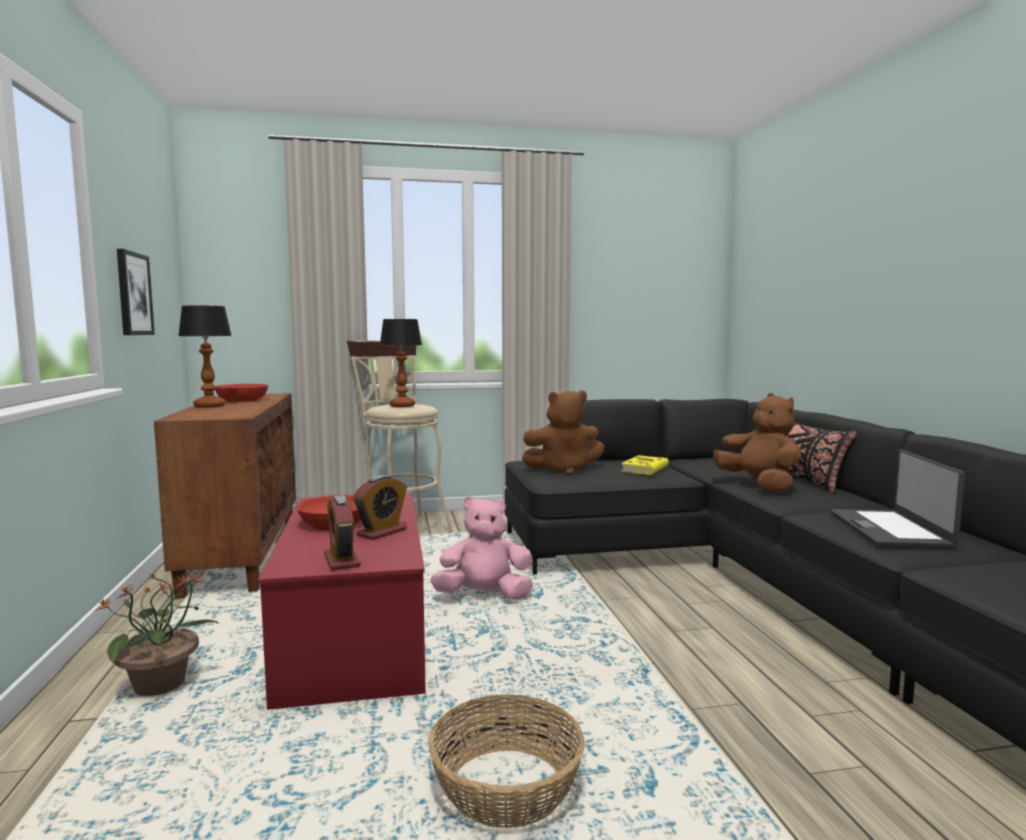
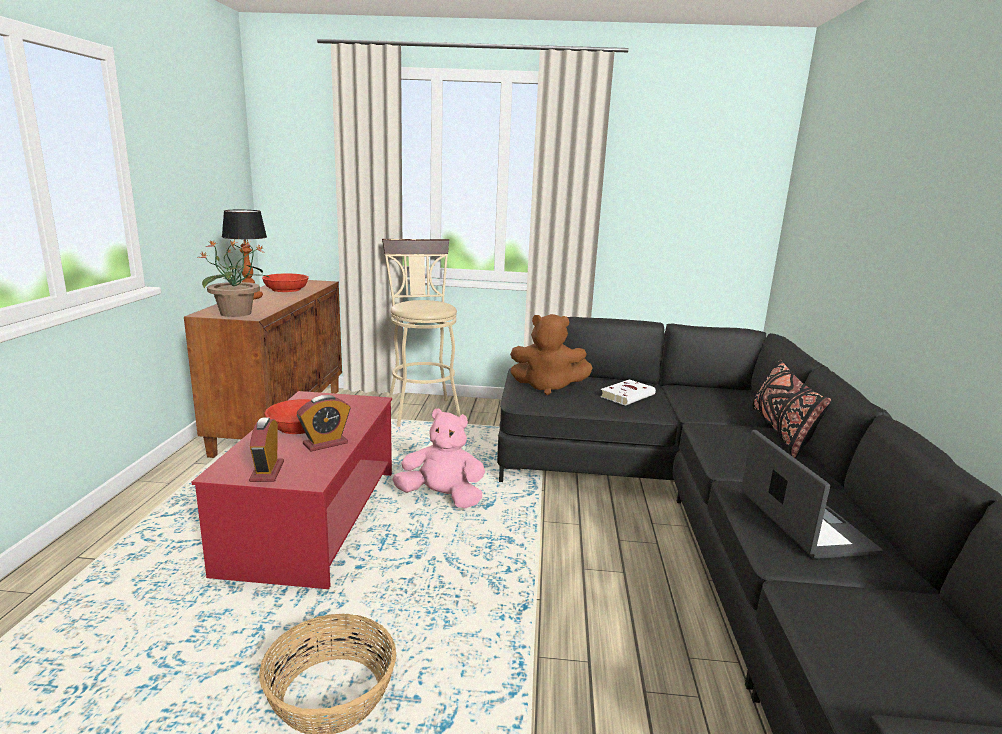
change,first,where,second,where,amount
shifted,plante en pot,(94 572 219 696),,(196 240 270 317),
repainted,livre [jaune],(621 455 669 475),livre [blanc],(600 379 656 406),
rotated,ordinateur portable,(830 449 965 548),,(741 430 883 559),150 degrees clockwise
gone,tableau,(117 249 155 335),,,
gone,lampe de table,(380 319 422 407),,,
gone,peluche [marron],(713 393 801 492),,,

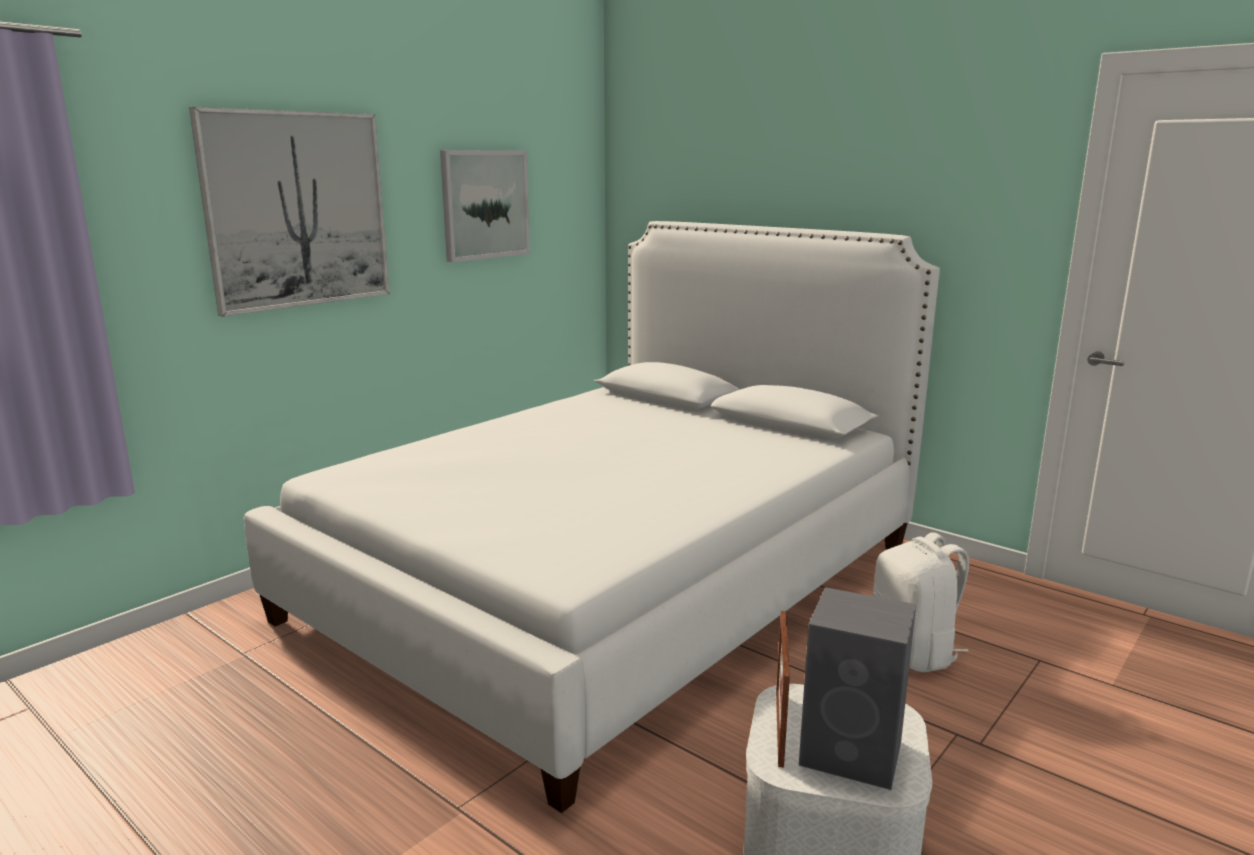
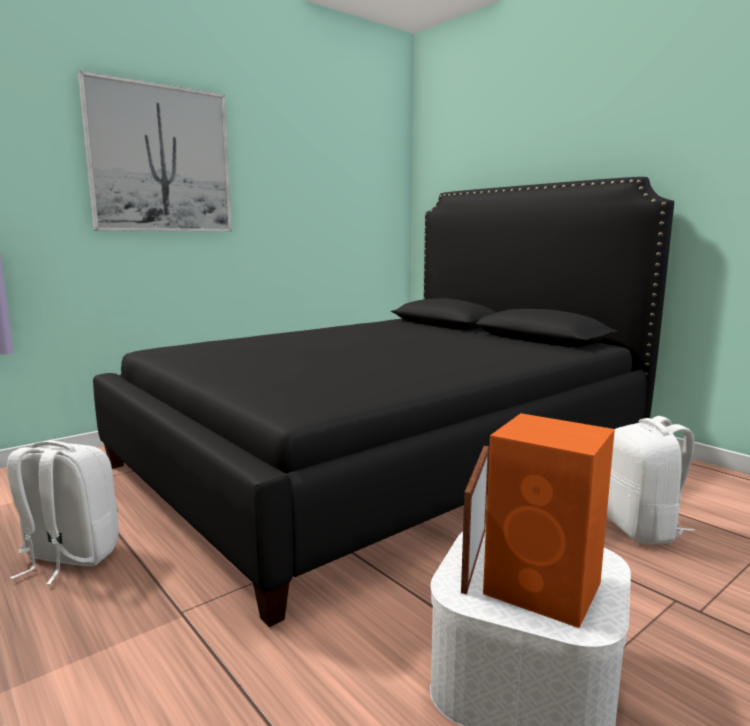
change,first,where,second,where,amount
new,,,sac à dos [blanc],(7 441 119 585),
repainted,lit [blanc],(244 221 940 813),lit [noir],(93 177 674 627),
repainted,enceinte [gris],(799 587 916 790),enceinte [orange],(483 413 615 628),
gone,tableau,(440 150 530 262),,,

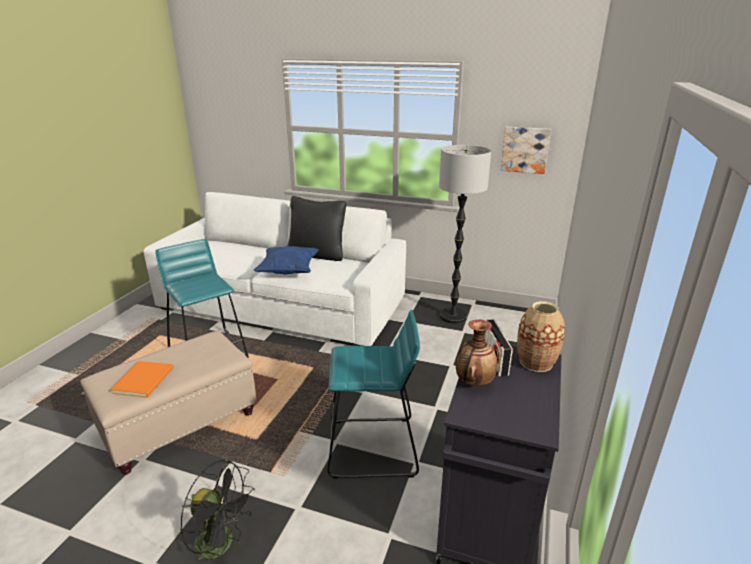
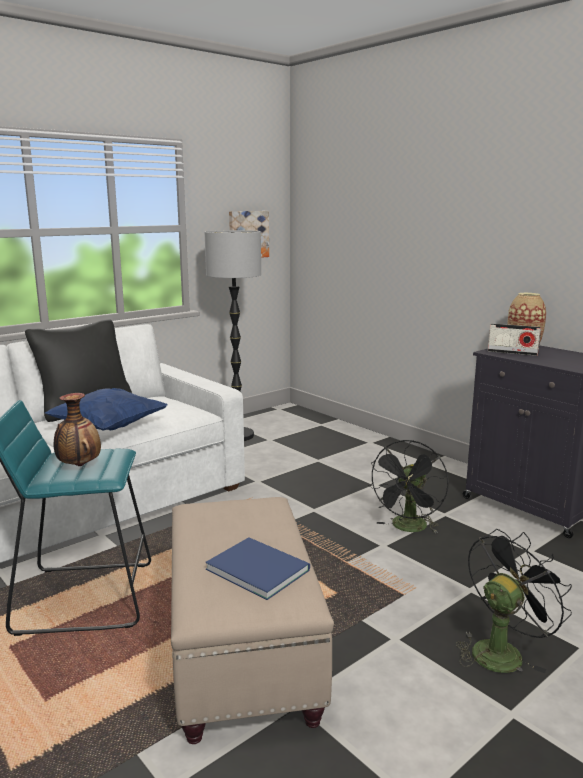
change,first,where,second,where,amount
shifted,vase,(456 320 497 385),,(54 393 101 466),
repainted,livre [orange],(110 361 174 398),livre [bleu],(205 537 310 600),
swapped,tabouret [turquoise],(327 310 420 479),ventilateur [noir],(368 440 449 533),

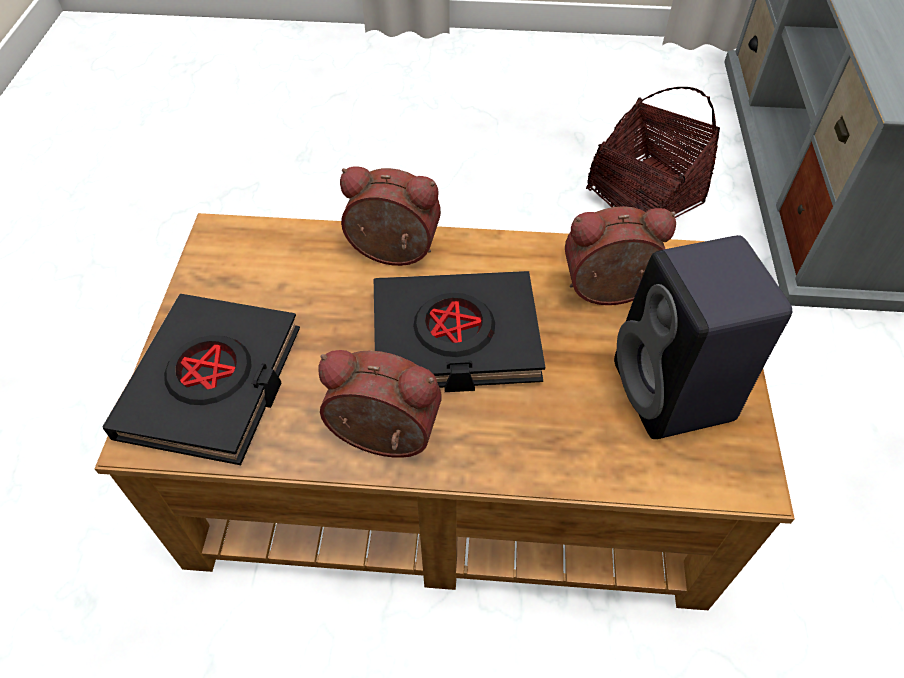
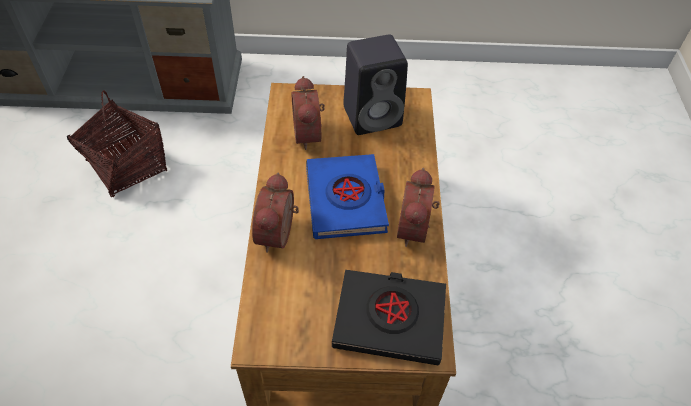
change,first,where,second,where,amount
repainted,livre [noir],(374 271 545 392),livre [bleu],(306 154 389 239),

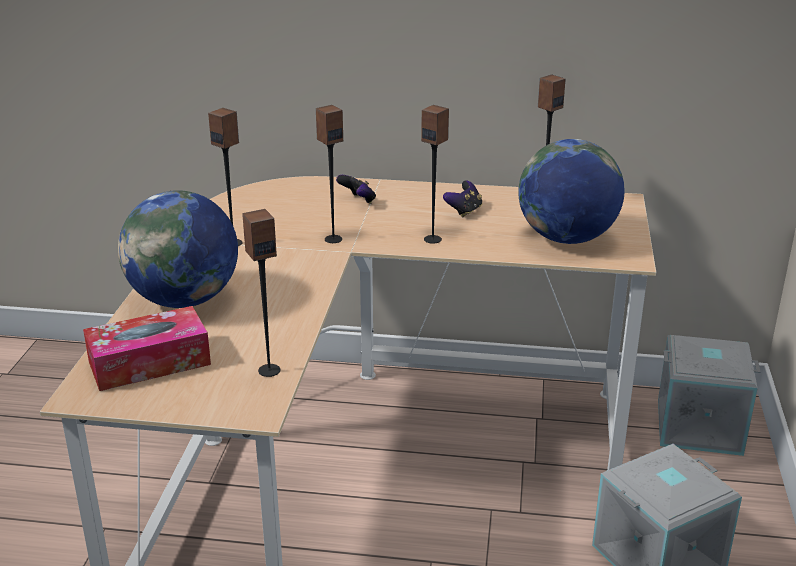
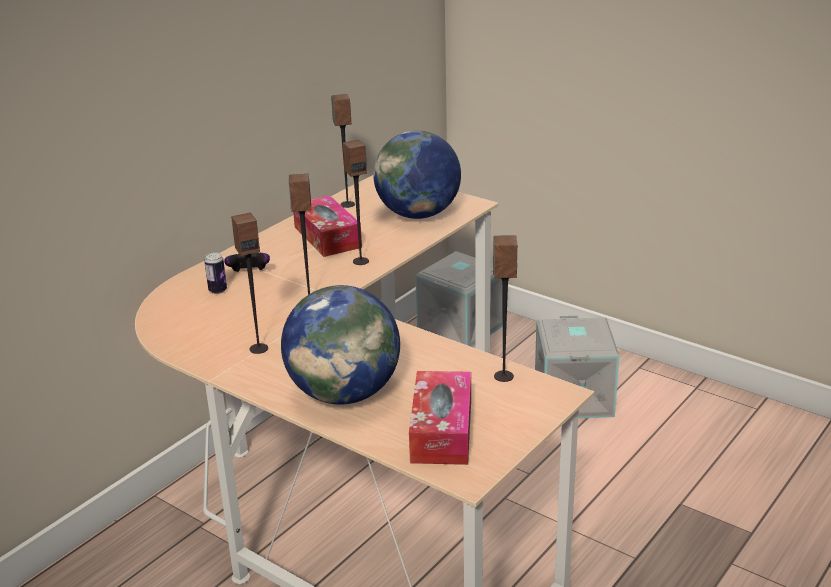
change,first,where,second,where,amount
new,,,boîte métallique,(204 252 227 294),
swapped,manette,(443 180 482 217),boîte à mouchoirs,(293 195 362 257),

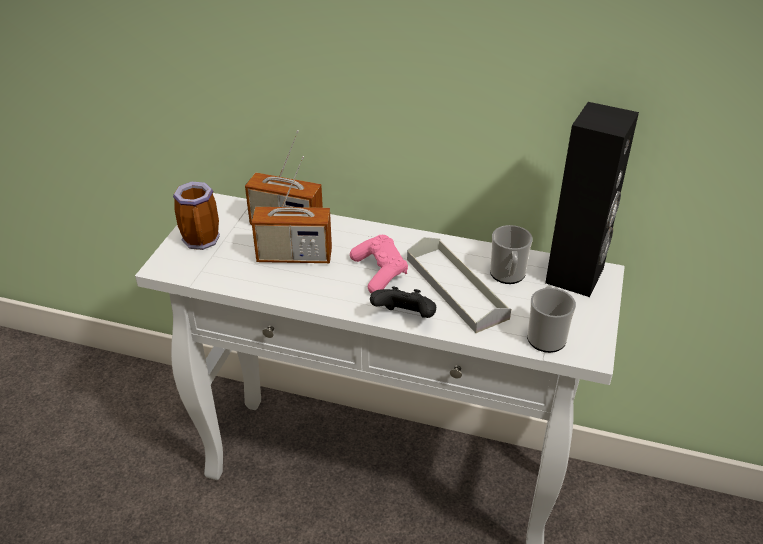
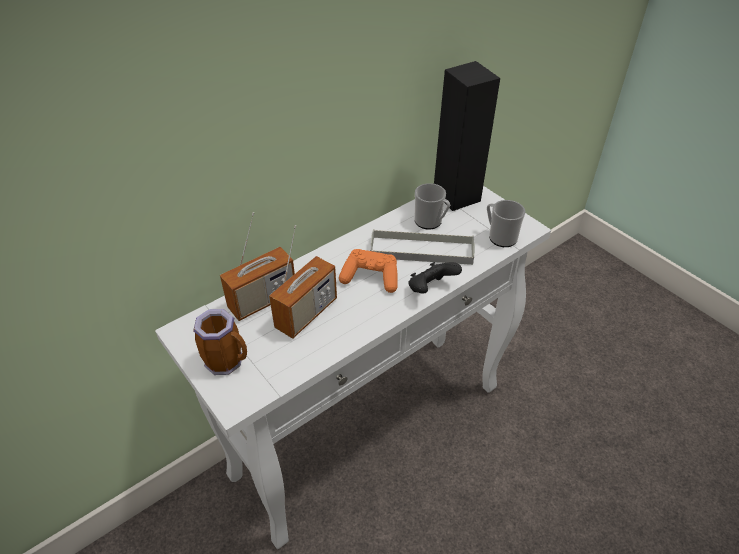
change,first,where,second,where,amount
repainted,manette [rose],(350 235 408 294),manette [orange],(339 249 398 293),

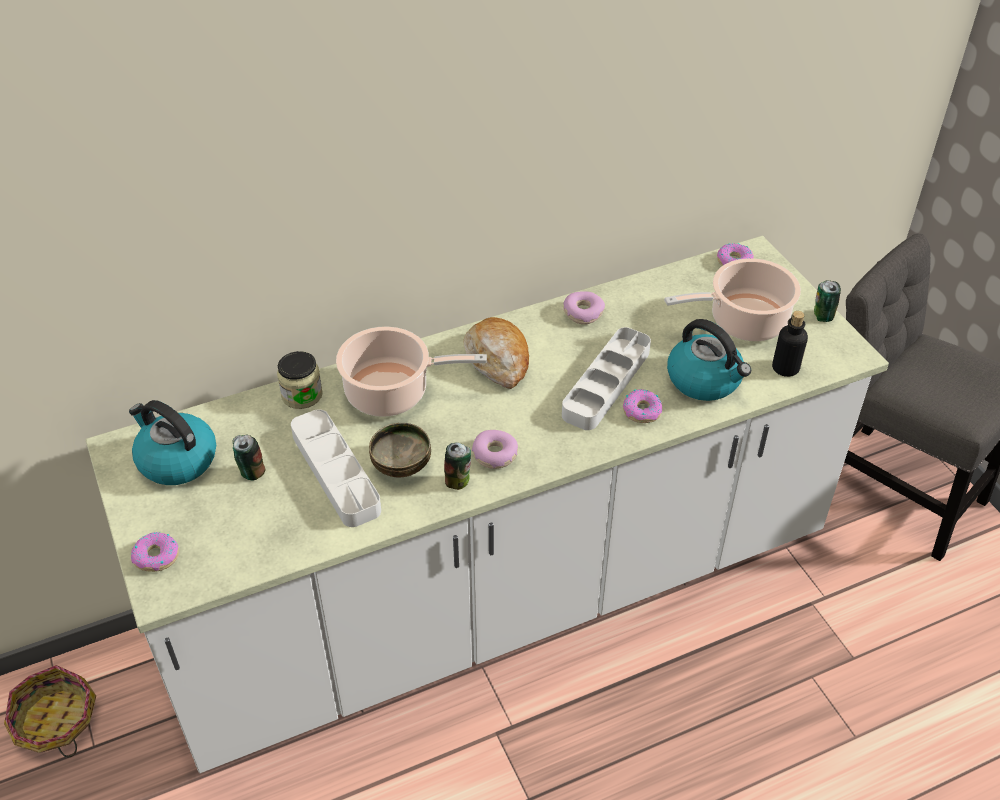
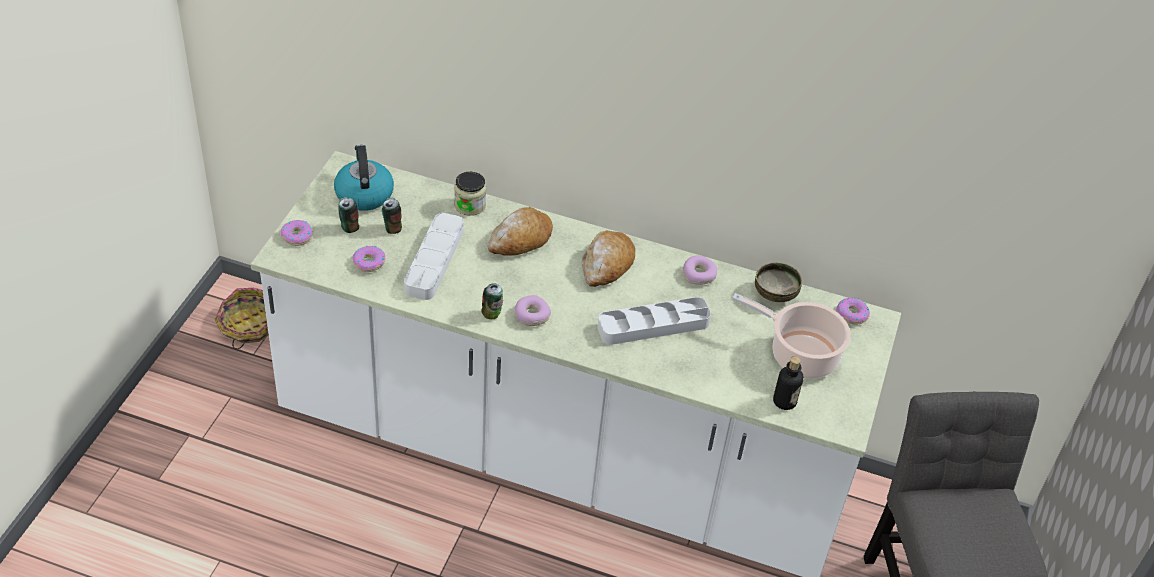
change,first,where,second,where,amount
shifted,boîte métallique,(814 280 841 322),,(338 197 359 233),
shifted,beignet,(623 389 662 423),,(352 246 386 272),
swapped,marmite,(336 326 487 417),pain,(488 207 553 256),
shifted,bol,(369 423 431 478),,(755 262 802 302),
gone,bouilloire,(667 319 751 401),,,

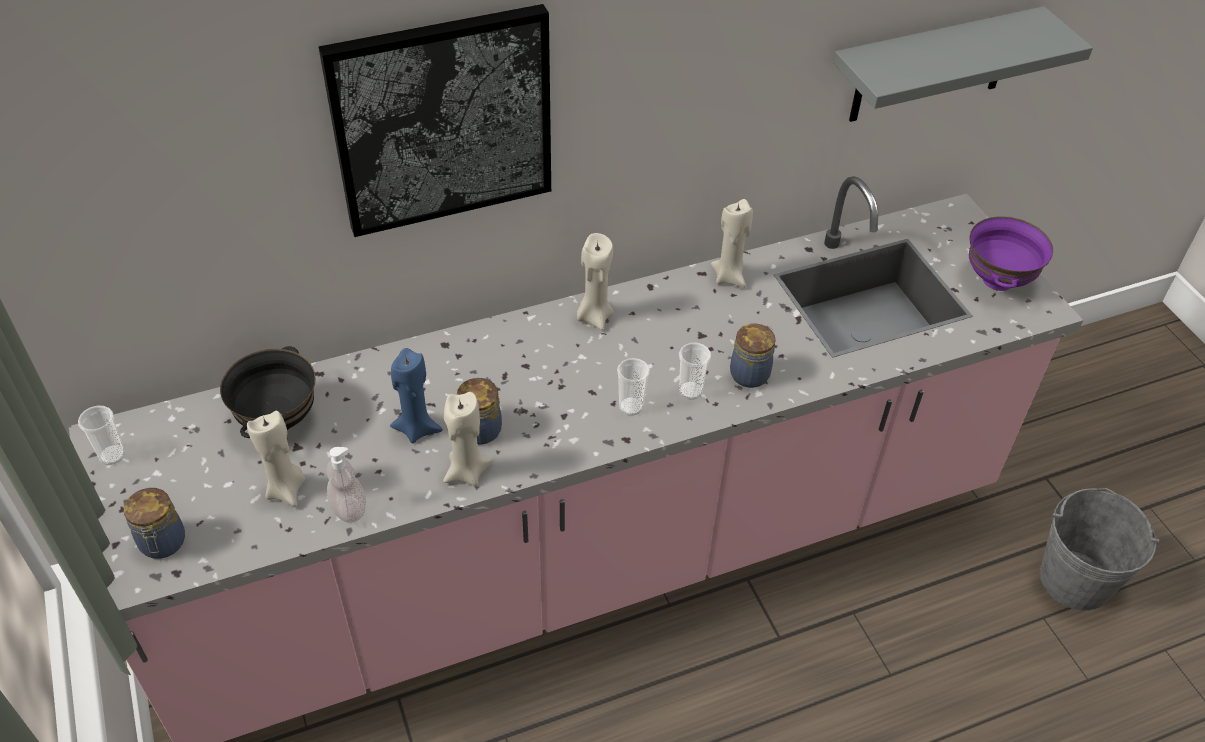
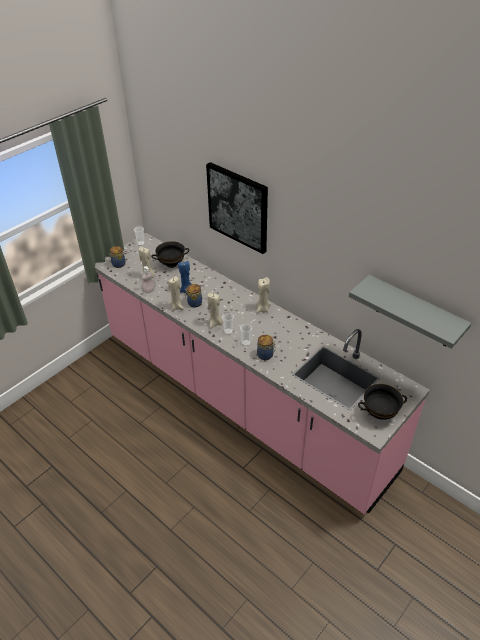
change,first,where,second,where,amount
shifted,bougie [beige],(711 199 753 288),,(207 292 223 328),
repainted,bol [violet],(969 216 1054 291),bol [noir],(358 384 407 420),
gone,seau [gris],(1040 488 1160 611),,,

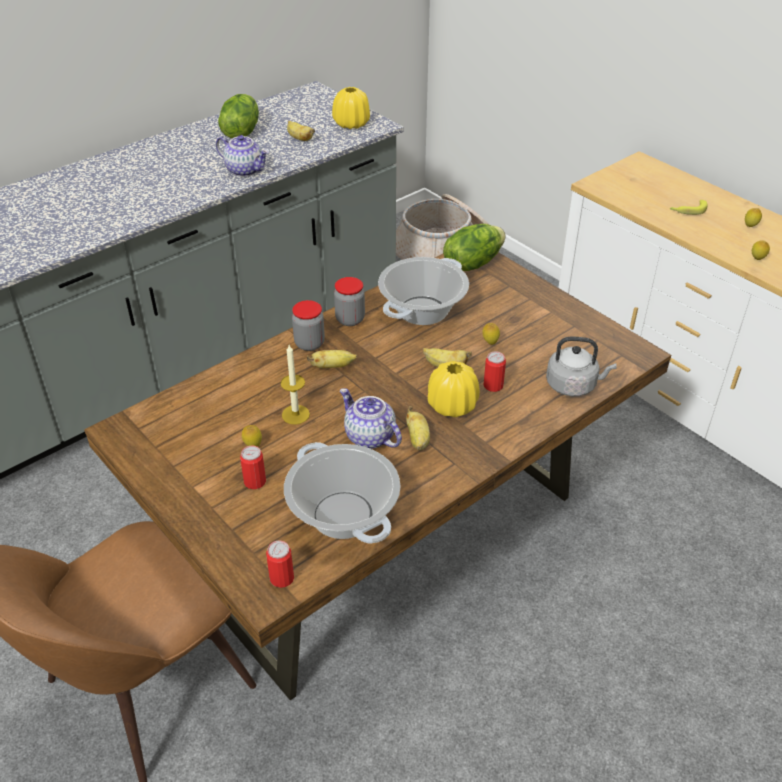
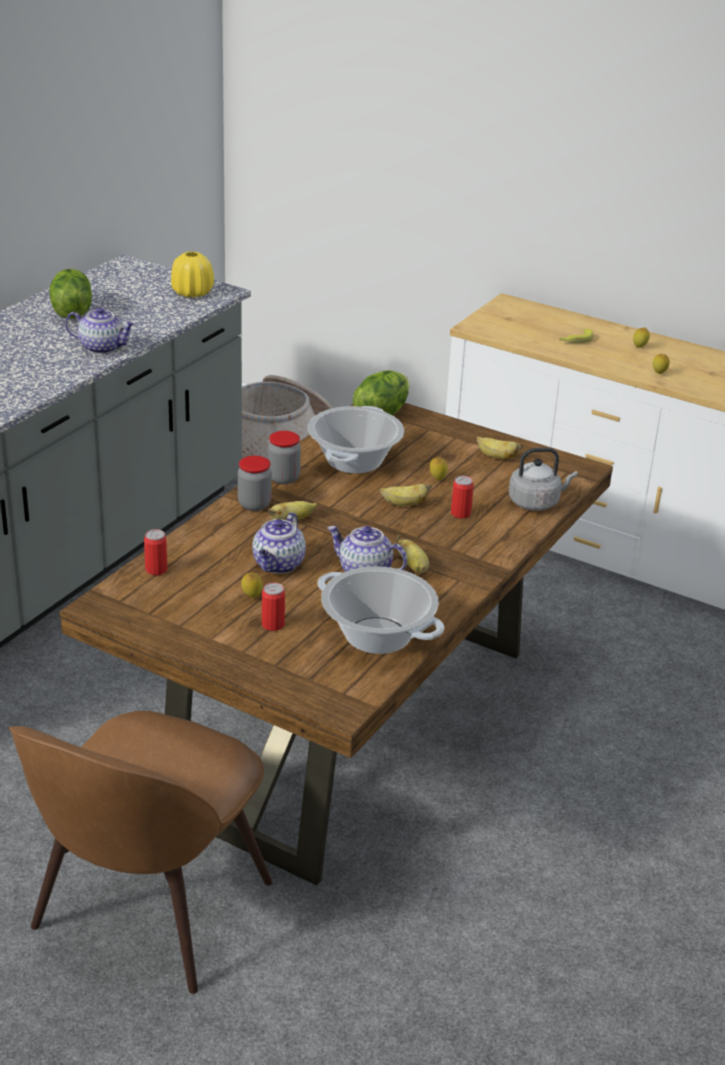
change,first,where,second,where,amount
shifted,boîte métallique,(266 541 294 588),,(144 529 167 575),
swapped,bougie,(280 345 310 425),théière,(252 512 306 574),
shifted,banane,(287 120 315 141),,(477 436 522 459),
gone,vase [jaune],(428 361 480 417),,,

